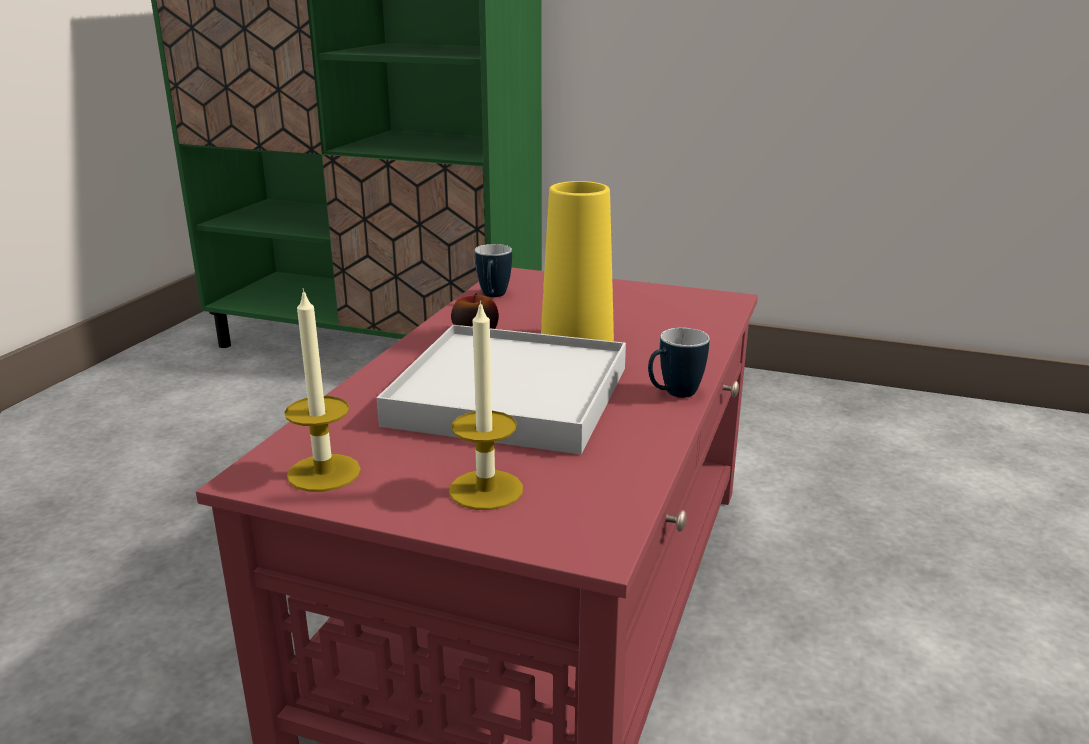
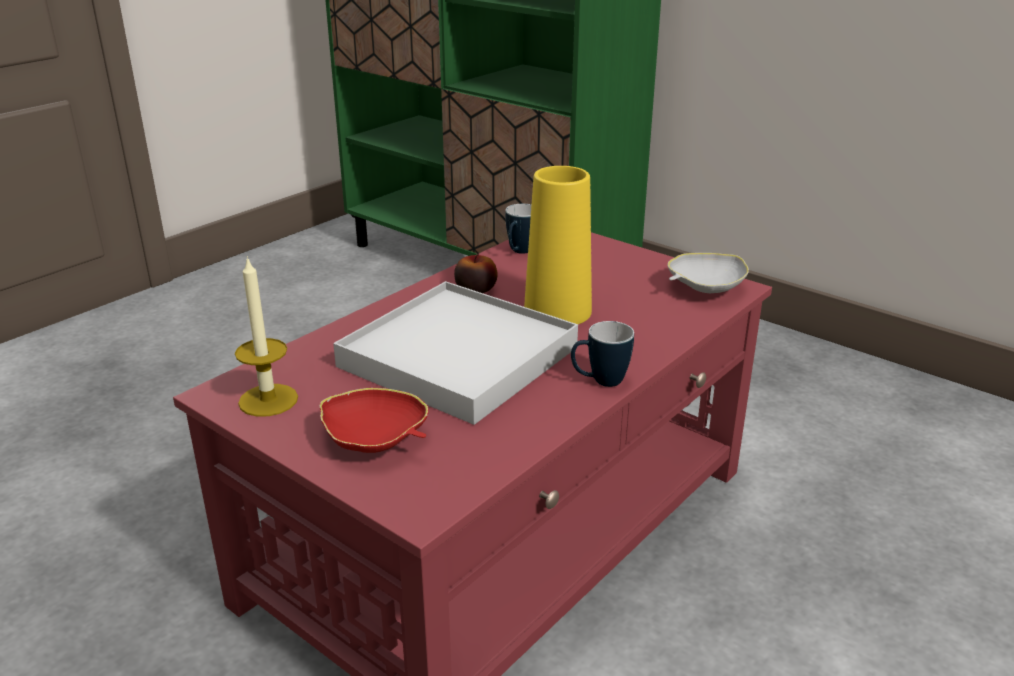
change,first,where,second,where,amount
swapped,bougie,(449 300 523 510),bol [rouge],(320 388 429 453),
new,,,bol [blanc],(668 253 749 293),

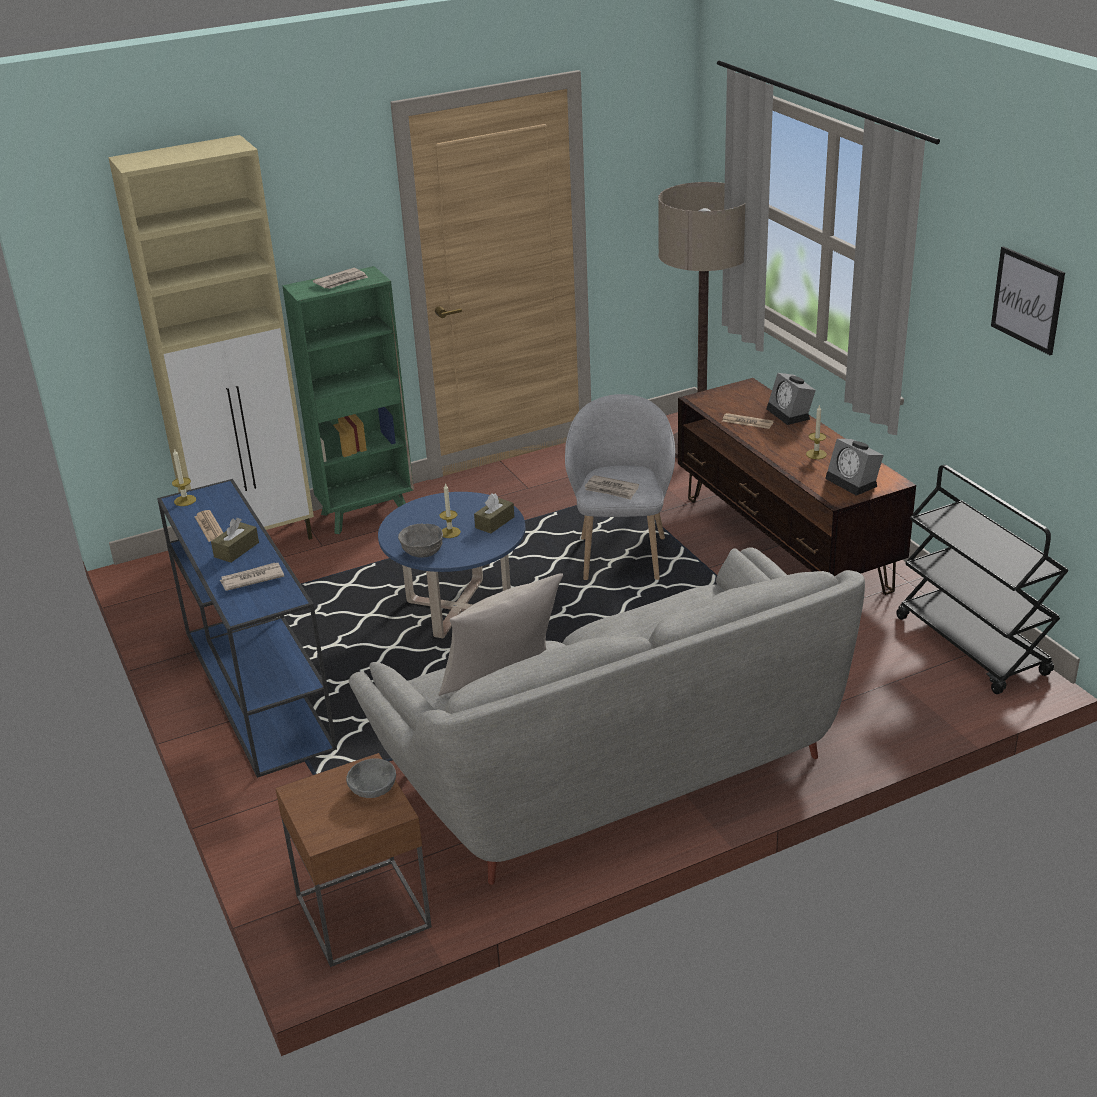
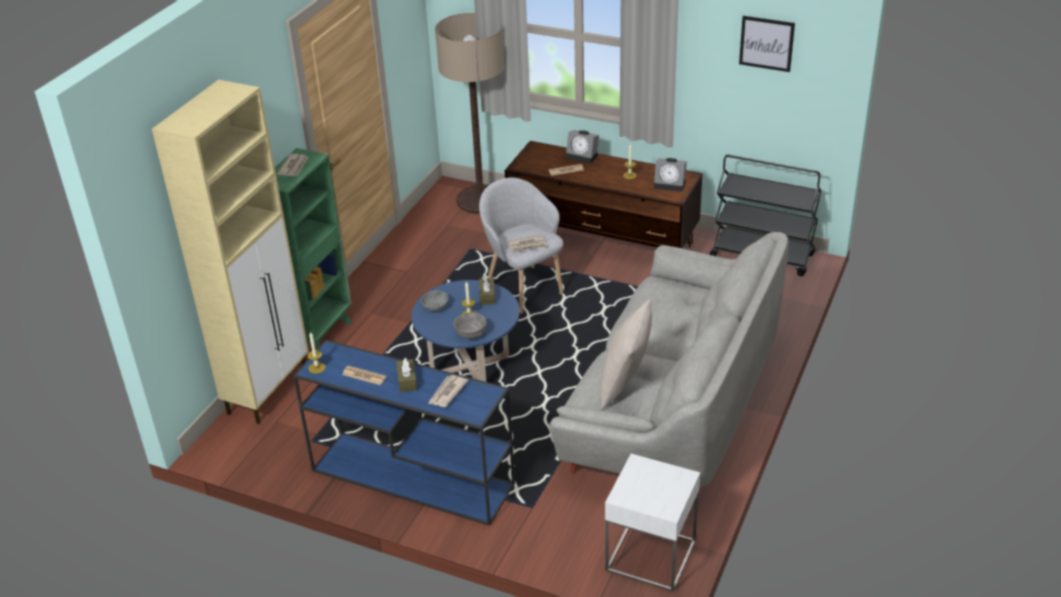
change,first,where,second,where,amount
shifted,bol [gris],(346 758 396 798),,(421 290 449 311),
repainted,table d'appoint [marron],(275 753 432 967),table d'appoint [blanc],(605 454 700 592),

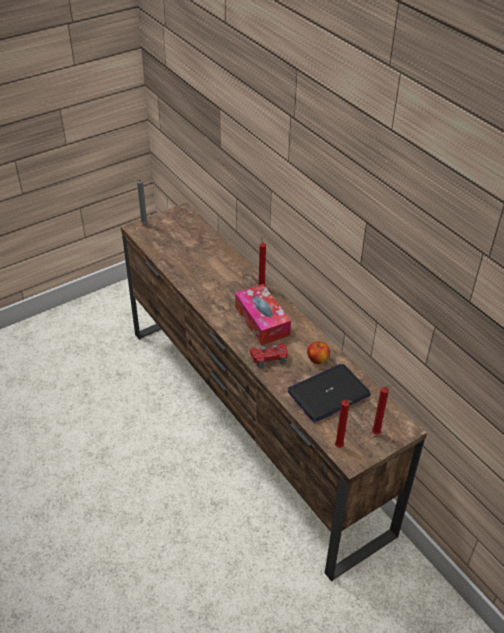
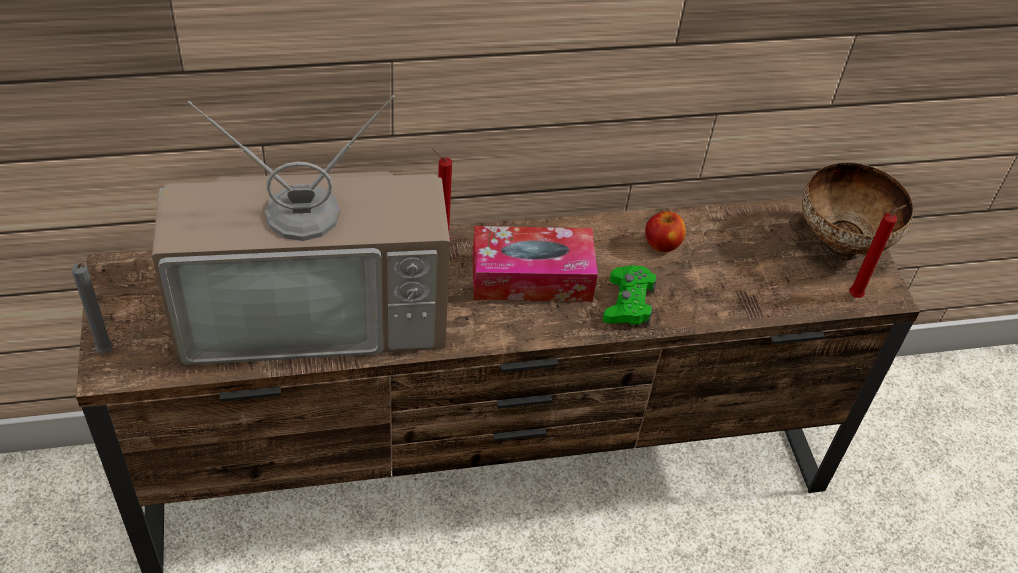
change,first,where,second,where,amount
new,,,téléviseur,(152 95 450 365),
repainted,manette [rouge],(250 344 288 369),manette [vert],(603 265 657 326),
swapped,bougie [rouge],(372 385 394 434),bol,(802 162 914 260),
gone,ordinateur portable,(287 364 371 423),,,

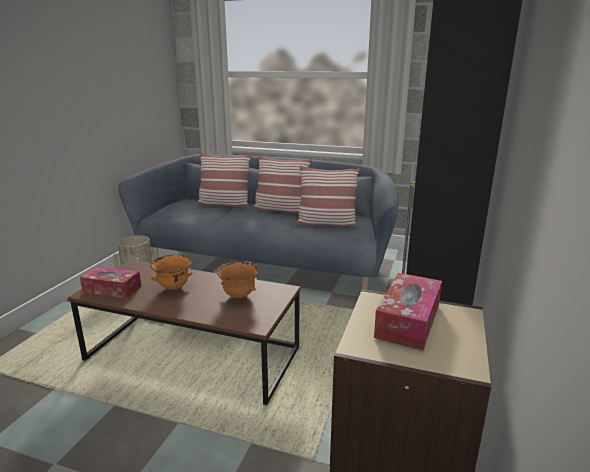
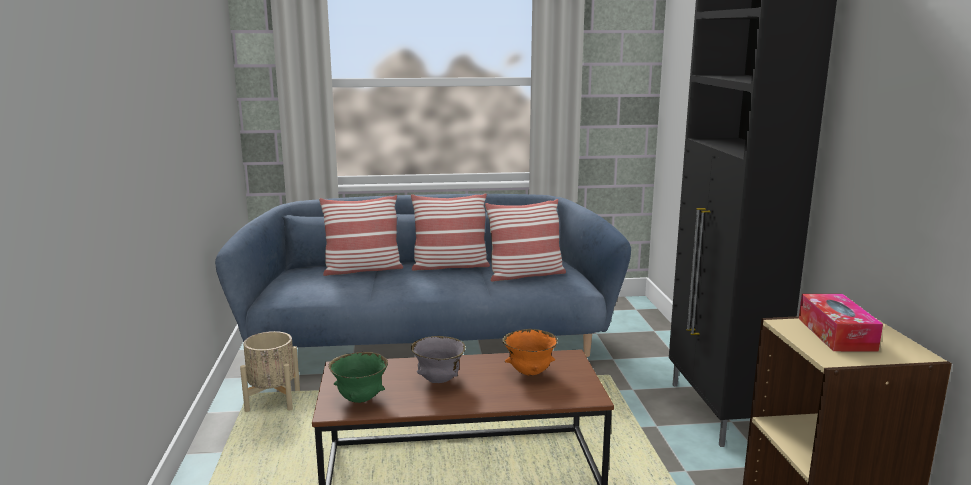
change,first,where,second,where,amount
swapped,boîte à mouchoirs,(80 266 141 298),bol [vert],(328 352 388 403),
repainted,bol [orange],(150 255 193 290),bol [gris],(411 336 466 383),

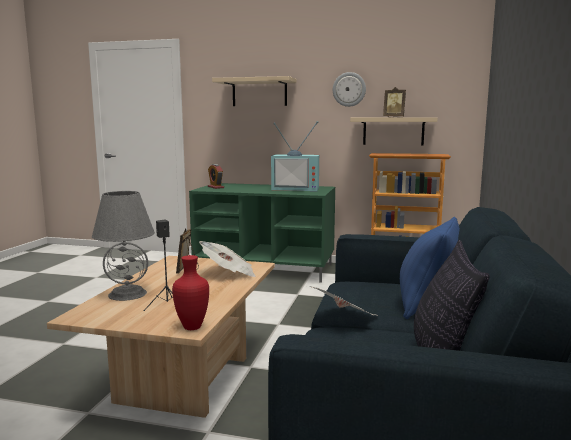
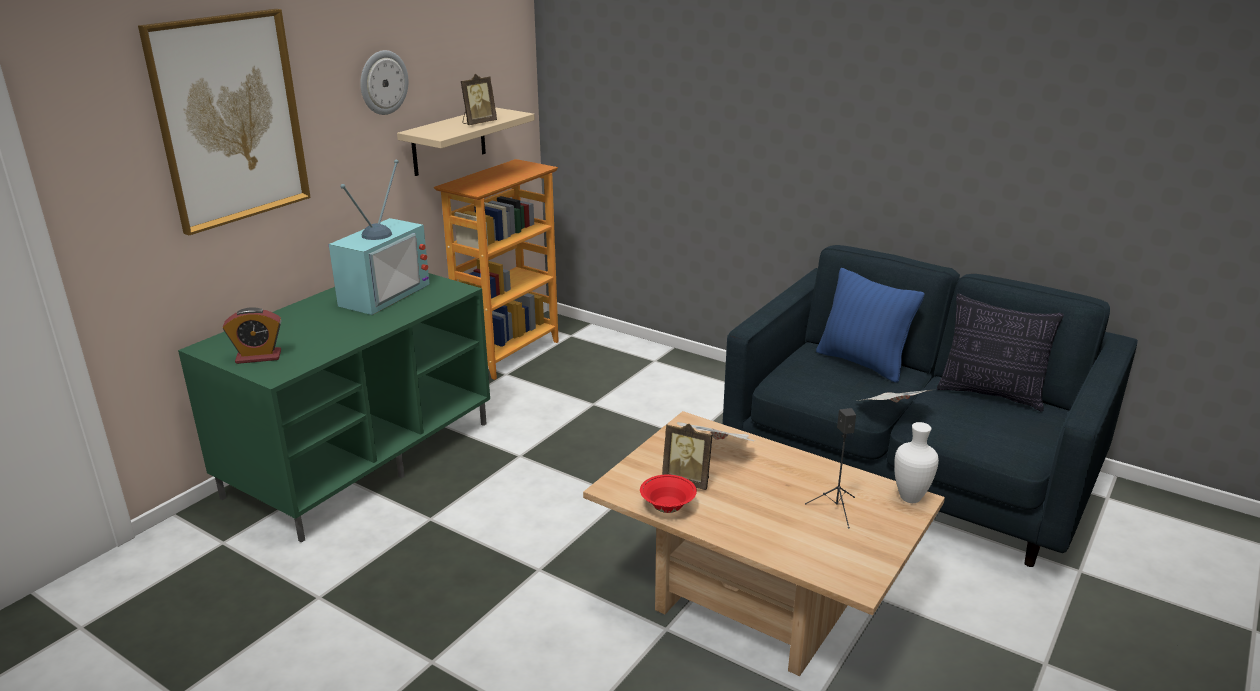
change,first,where,second,where,amount
swapped,étagère [beige],(212 76 297 106),tableau,(138 9 311 235),
new,,,bol [rouge],(640 475 697 513),
repainted,vase [rouge],(172 255 209 330),vase [blanc],(894 422 939 503),
gone,lampe de table [gris],(92 191 155 301),,,

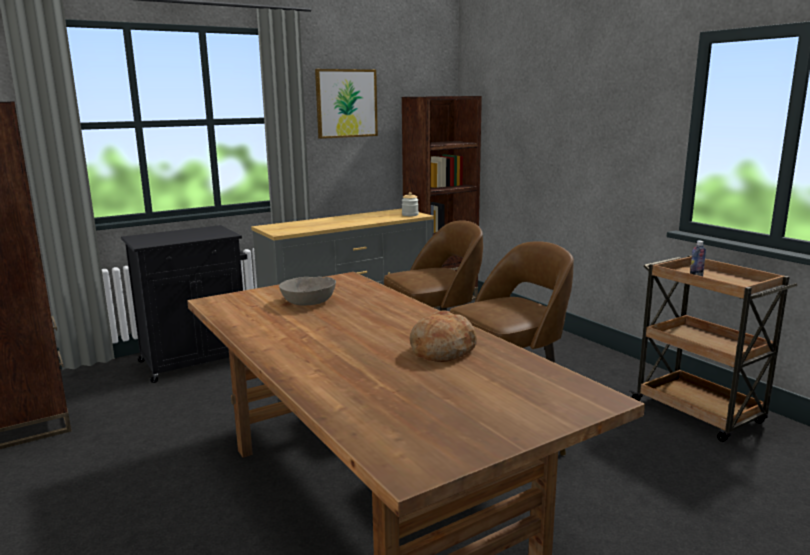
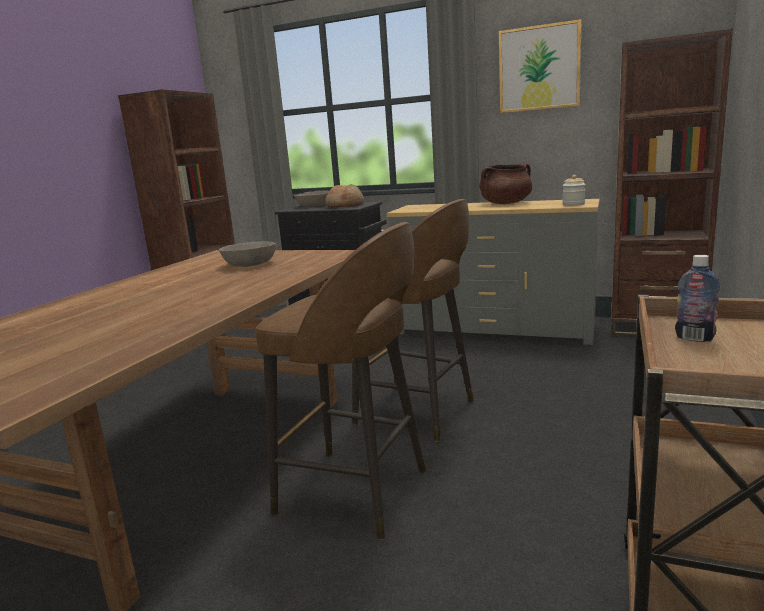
change,first,where,second,where,amount
new,,,bol [gris],(294 191 329 207),
shifted,pain,(410 310 477 362),,(325 184 364 208),
new,,,marmite [marron],(479 163 532 204),

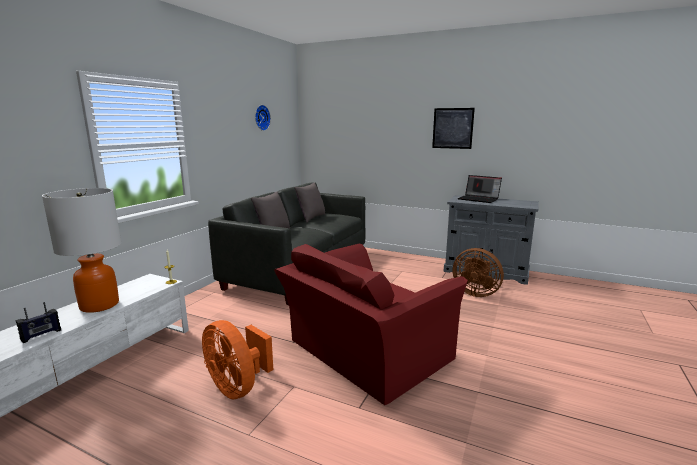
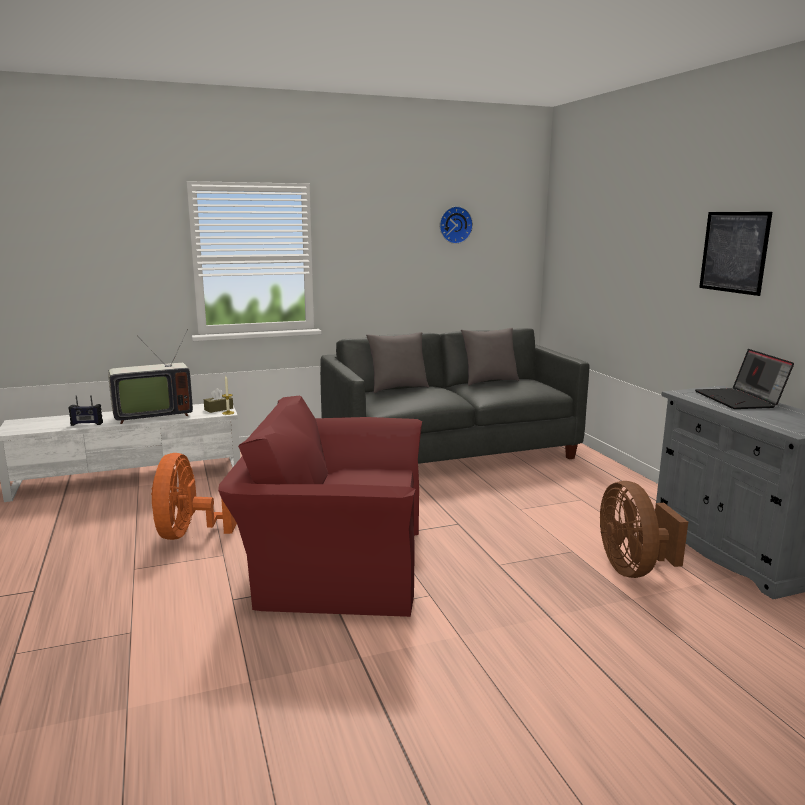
change,first,where,second,where,amount
swapped,lampe de table,(42 188 121 313),téléviseur,(108 329 193 424),
new,,,boîte à mouchoirs [marron],(204 388 233 413),

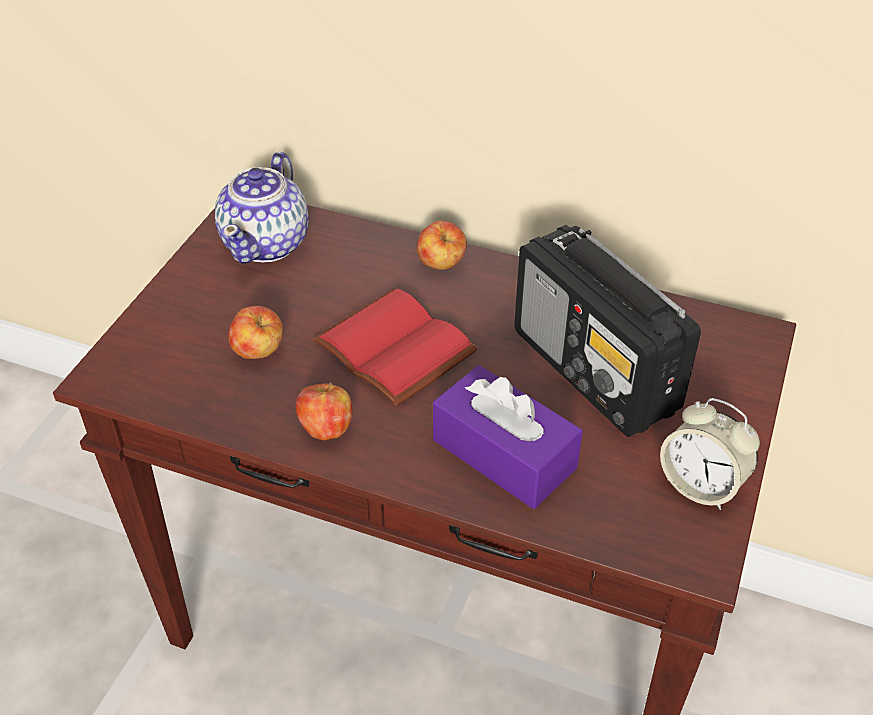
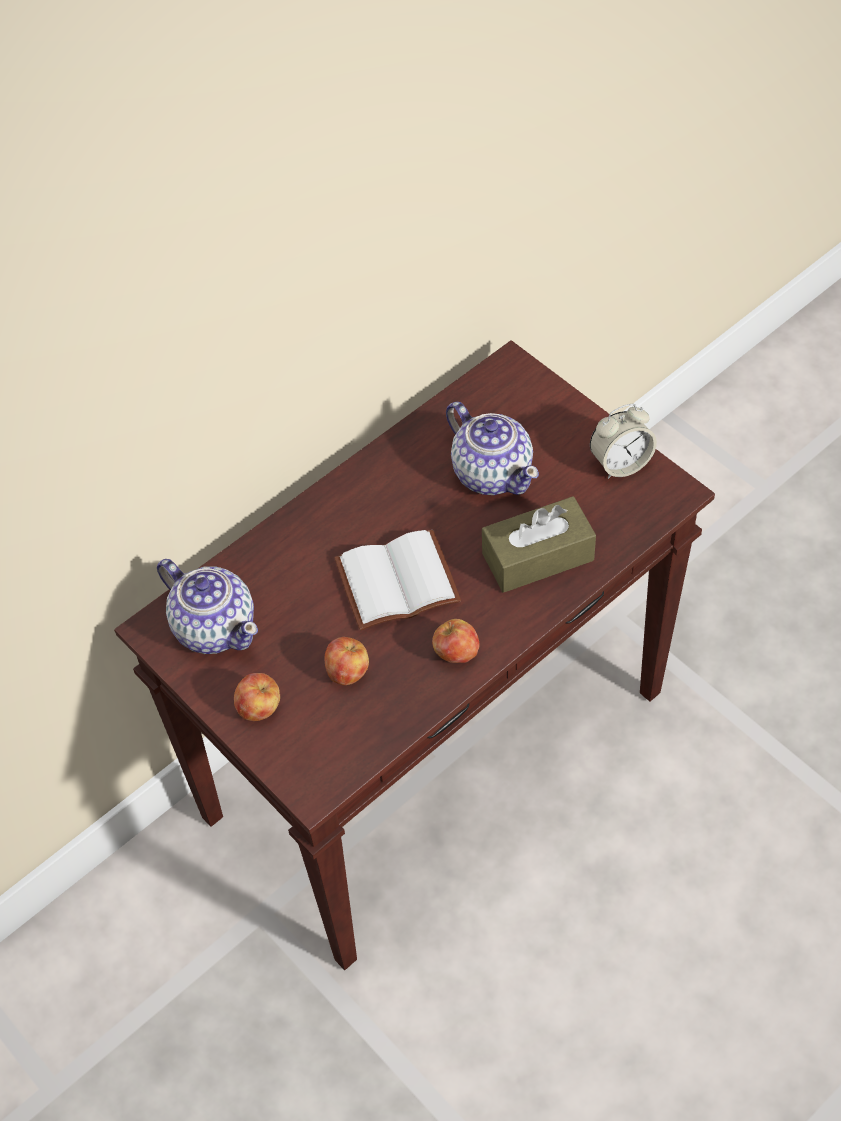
change,first,where,second,where,amount
shifted,pomme,(417 221 467 270),,(234 673 280 721),
repainted,livre [rouge],(313 288 478 406),livre [blanc],(335 530 461 630),
swapped,radio,(514 225 701 437),théière,(446 401 539 495),
repainted,boîte à mouchoirs [violet],(433 365 583 509),boîte à mouchoirs [marron],(482 496 596 593),

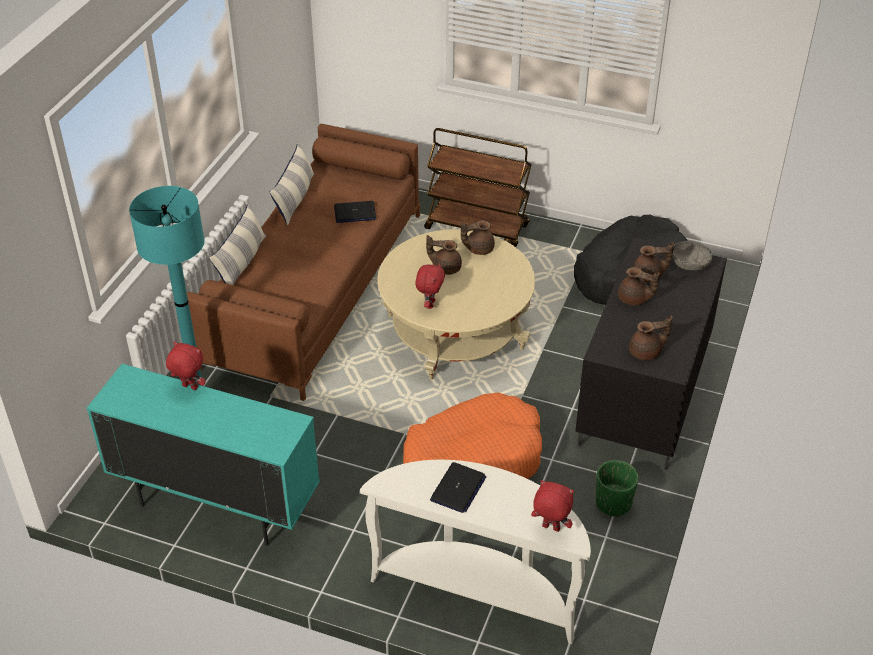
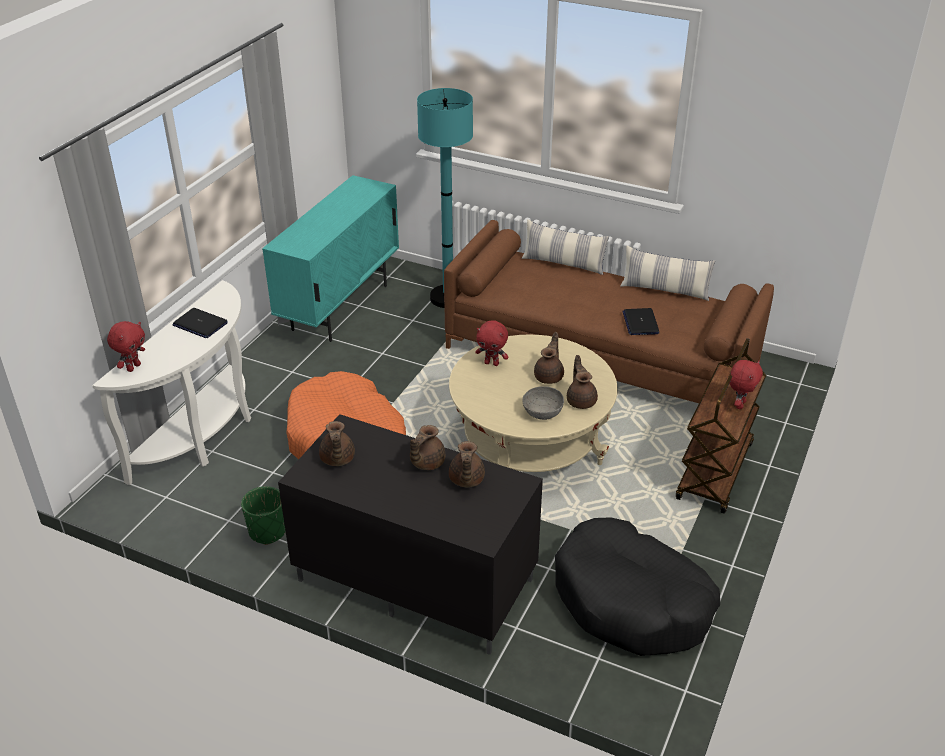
change,first,where,second,where,amount
shifted,bol [gris],(673 241 712 271),,(522 386 564 420),
shifted,peluche [rouge],(166 342 206 390),,(729 360 763 409),

